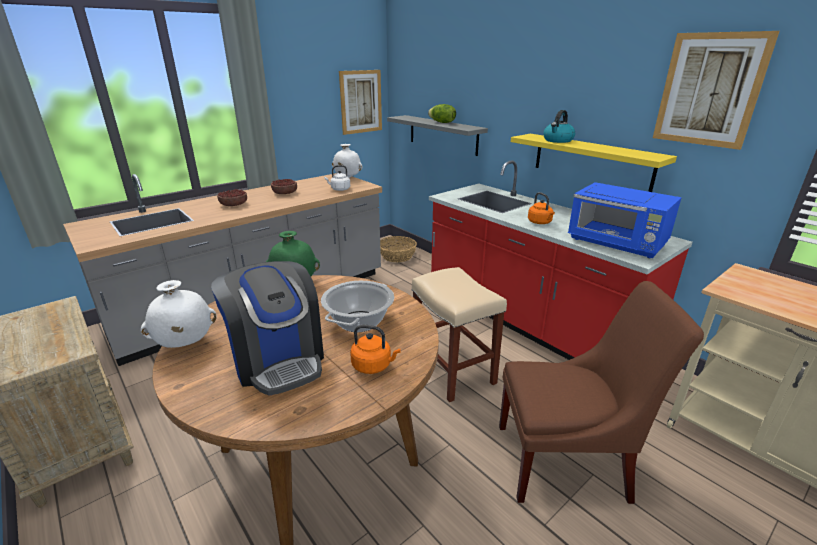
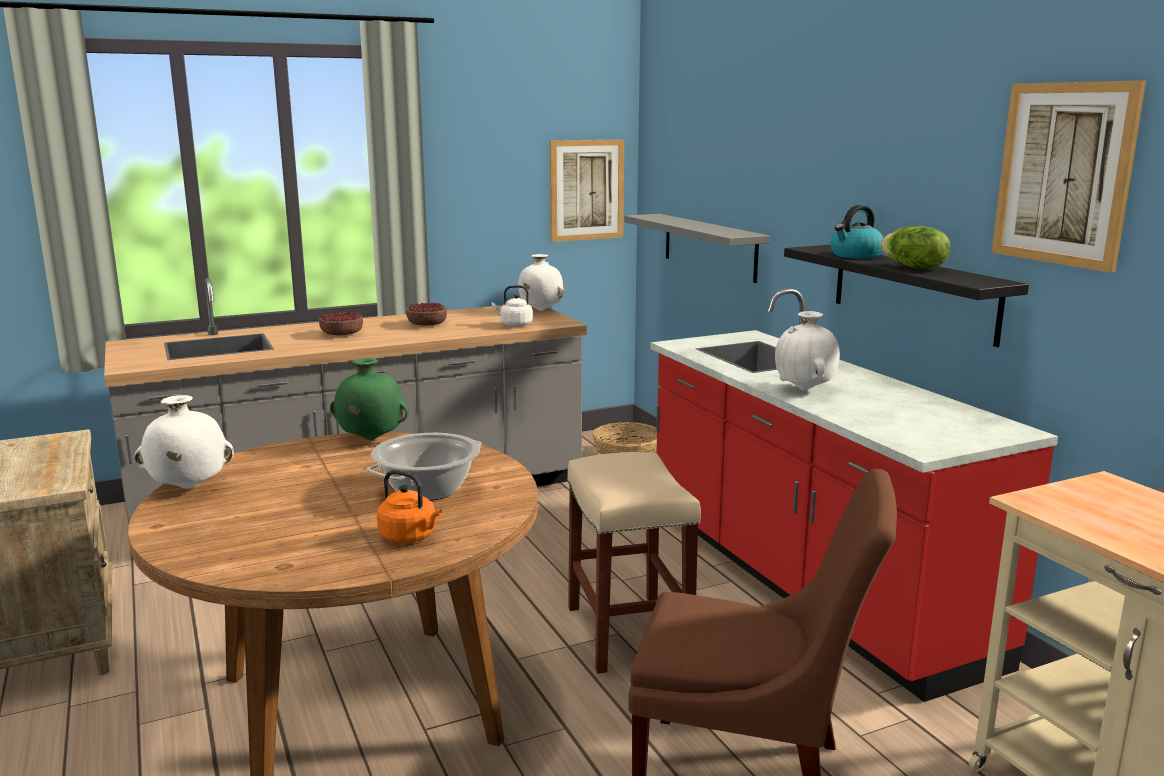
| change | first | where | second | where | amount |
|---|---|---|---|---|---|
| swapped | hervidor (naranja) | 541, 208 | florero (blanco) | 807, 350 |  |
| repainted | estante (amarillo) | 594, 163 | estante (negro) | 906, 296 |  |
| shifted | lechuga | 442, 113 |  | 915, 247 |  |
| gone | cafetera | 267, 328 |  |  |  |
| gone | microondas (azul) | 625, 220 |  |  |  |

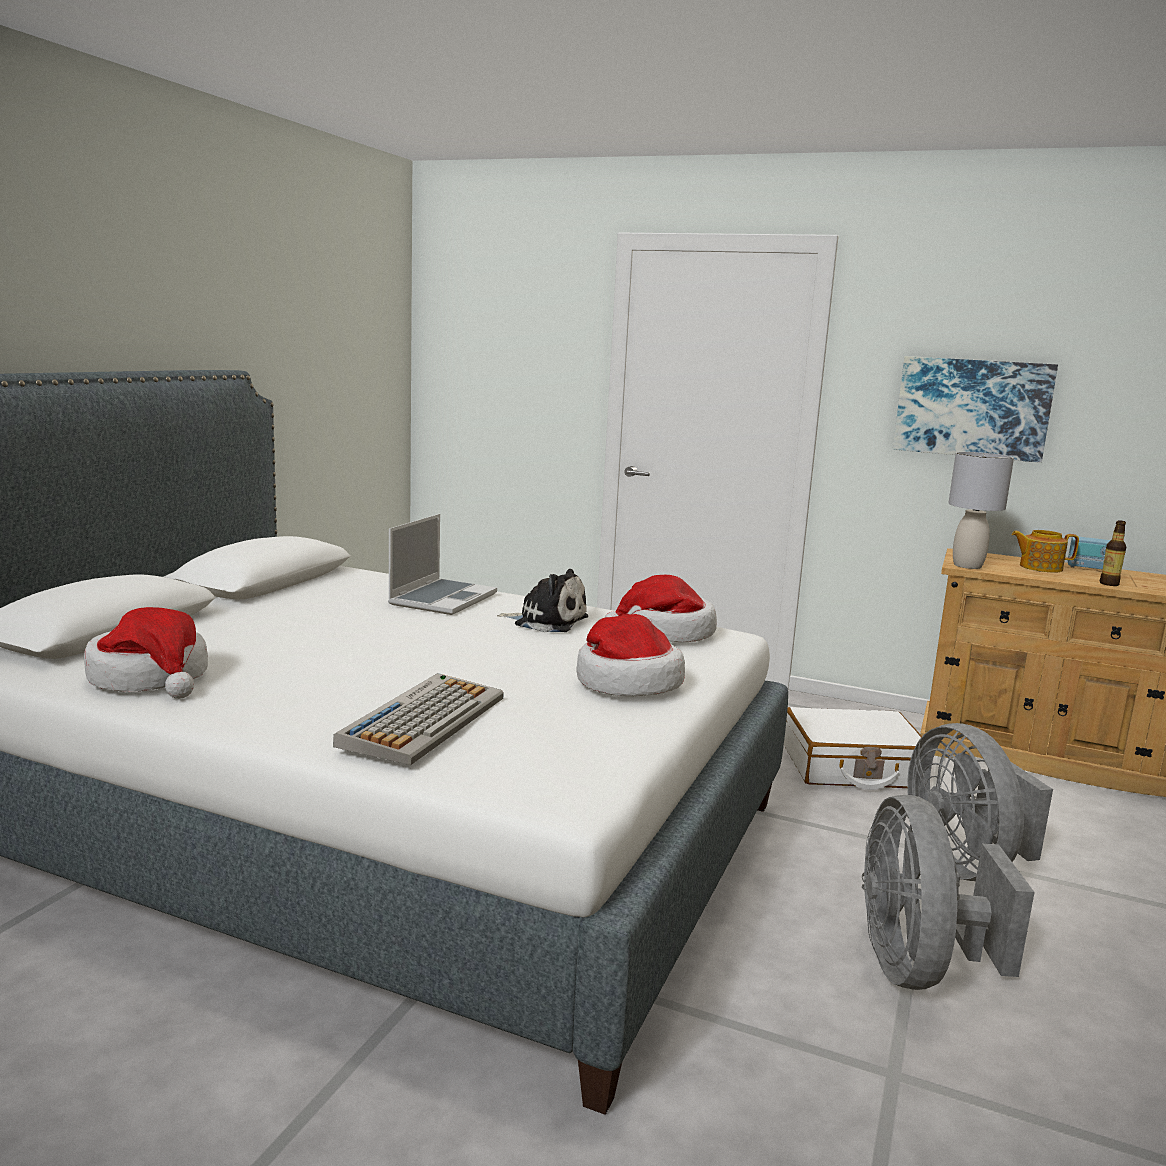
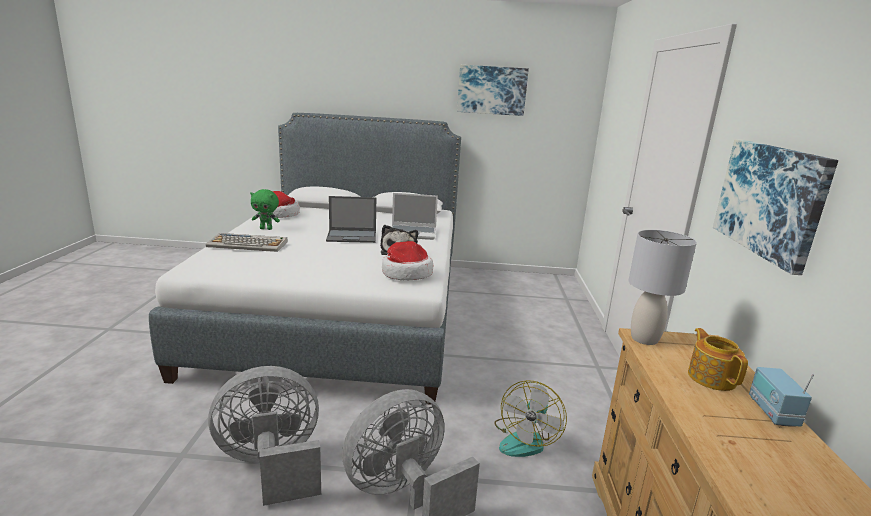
| change | first | where | second | where | amount |
|---|---|---|---|---|---|
| new |  |  | peluche (verde) | 265, 209 |  |
| new |  |  | portátil | 351, 219 |  |
| new |  |  | cuadro | 493, 90 |  |
| swapped | maleta (blanco) | 853, 748 | ventilador | 530, 418 |  |
| gone | sombrero | 630, 655 |  |  |  |
| gone | botella | 1113, 553 |  |  |  |

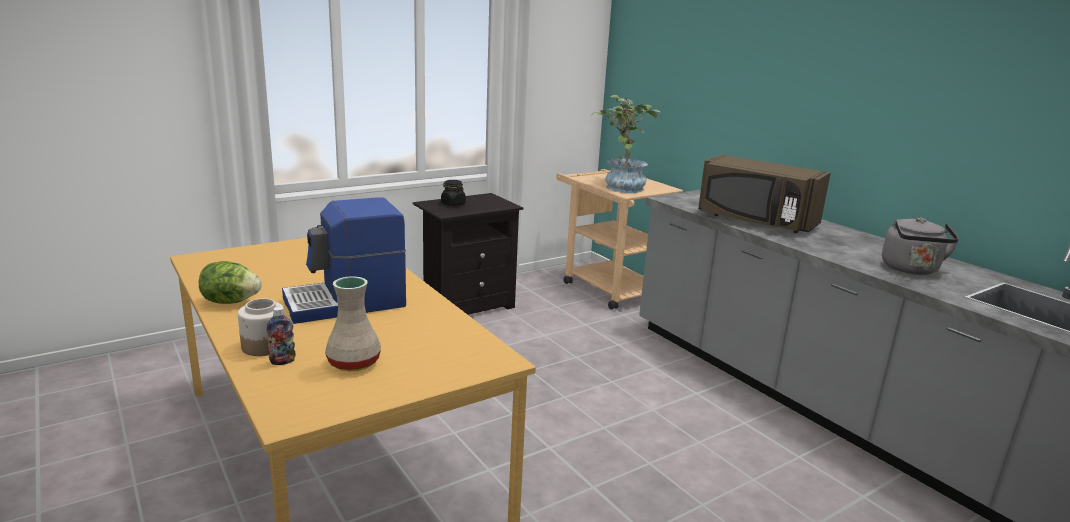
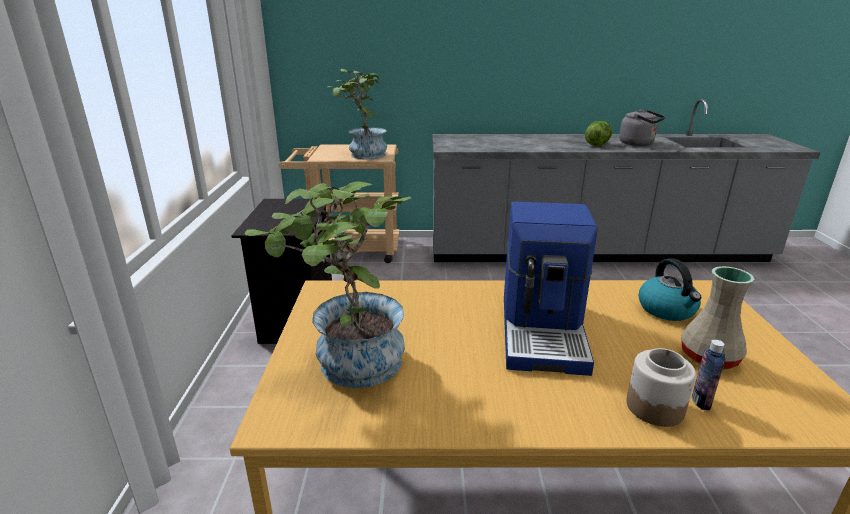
| change | first | where | second | where | amount |
|---|---|---|---|---|---|
| new |  |  | planta en maceta | 328, 284 |  |
| shifted | lechuga | 230, 282 |  | 598, 133 |  |
| new |  |  | hervidor | 670, 289 |  |
| gone | tarro (negro) | 453, 193 |  |  |  |
| gone | microondas (marrón) | 764, 194 |  |  |  |

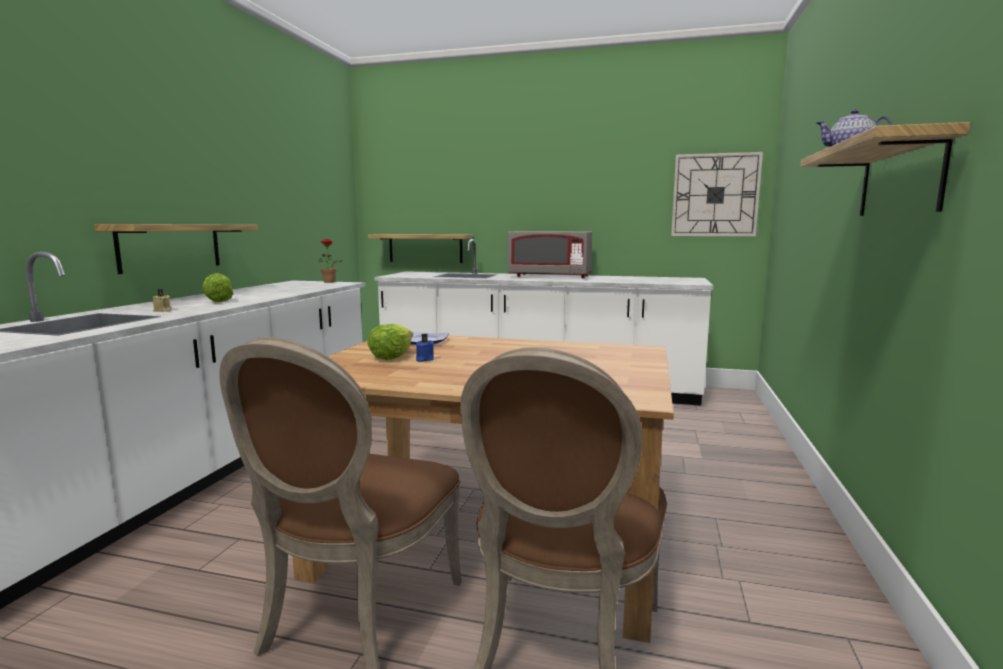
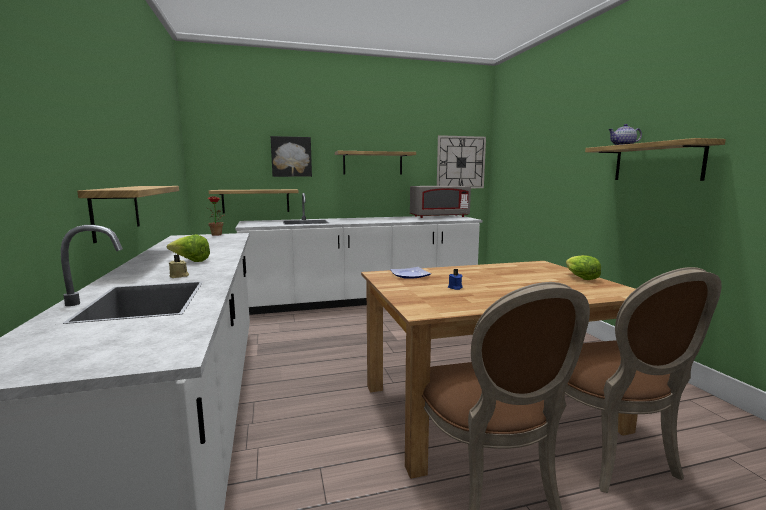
| change | first | where | second | where | amount |
|---|---|---|---|---|---|
| new |  |  | cuadro | 291, 156 |  |
| new |  |  | estante | 375, 163 |  |
| shifted | microondas (gris) | 549, 254 |  | 440, 202 |  |
| shifted | lechuga | 390, 342 |  | 583, 267 |  |

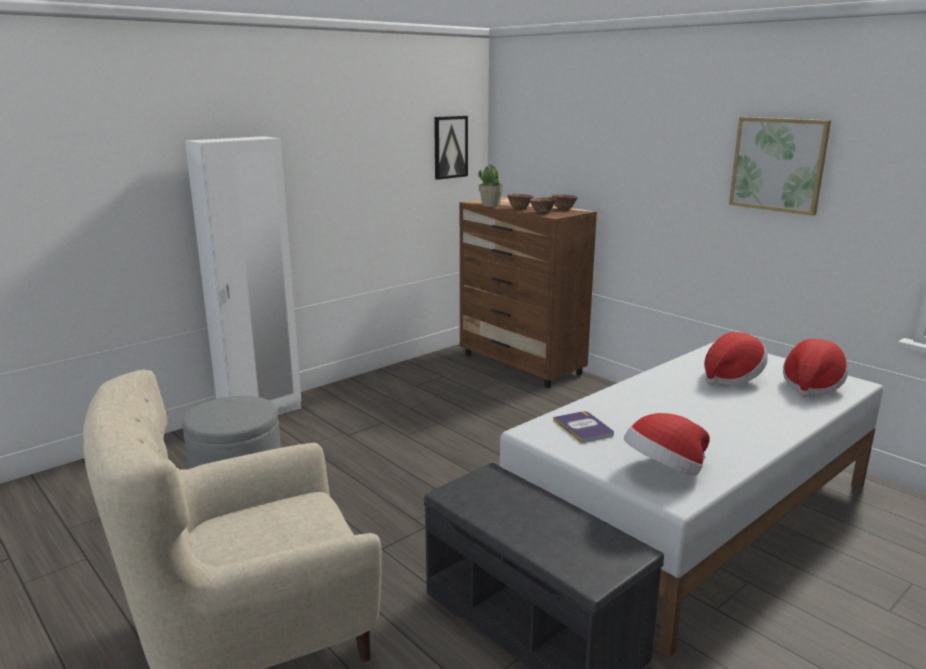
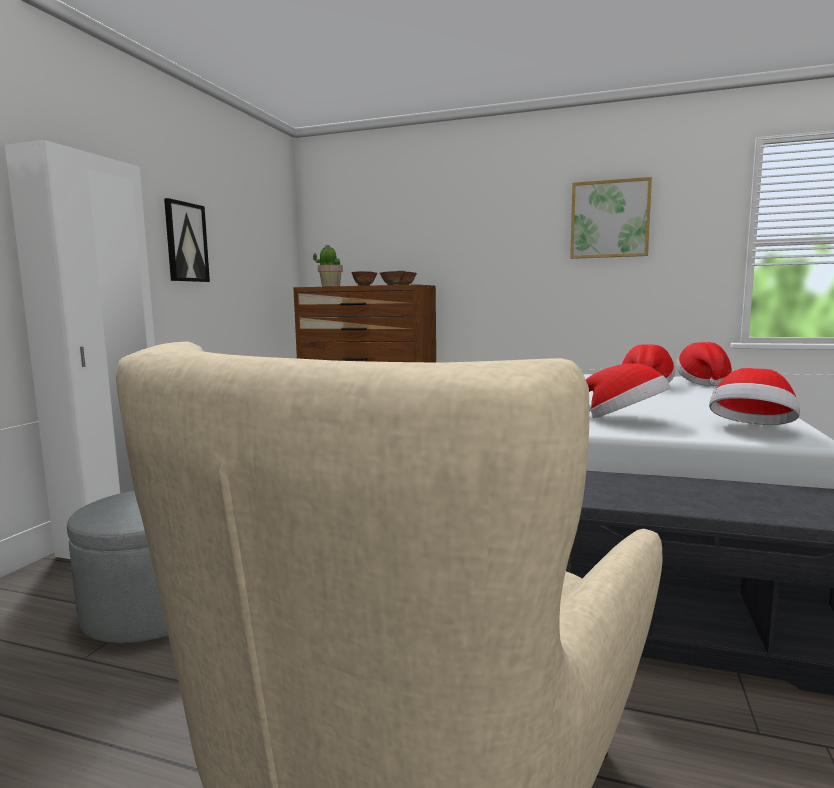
| change | first | where | second | where | amount |
|---|---|---|---|---|---|
| shifted | cuadro | 451, 148 |  | 187, 240 |  |
| swapped | libro | 583, 427 | sombrero | 627, 390 |  |

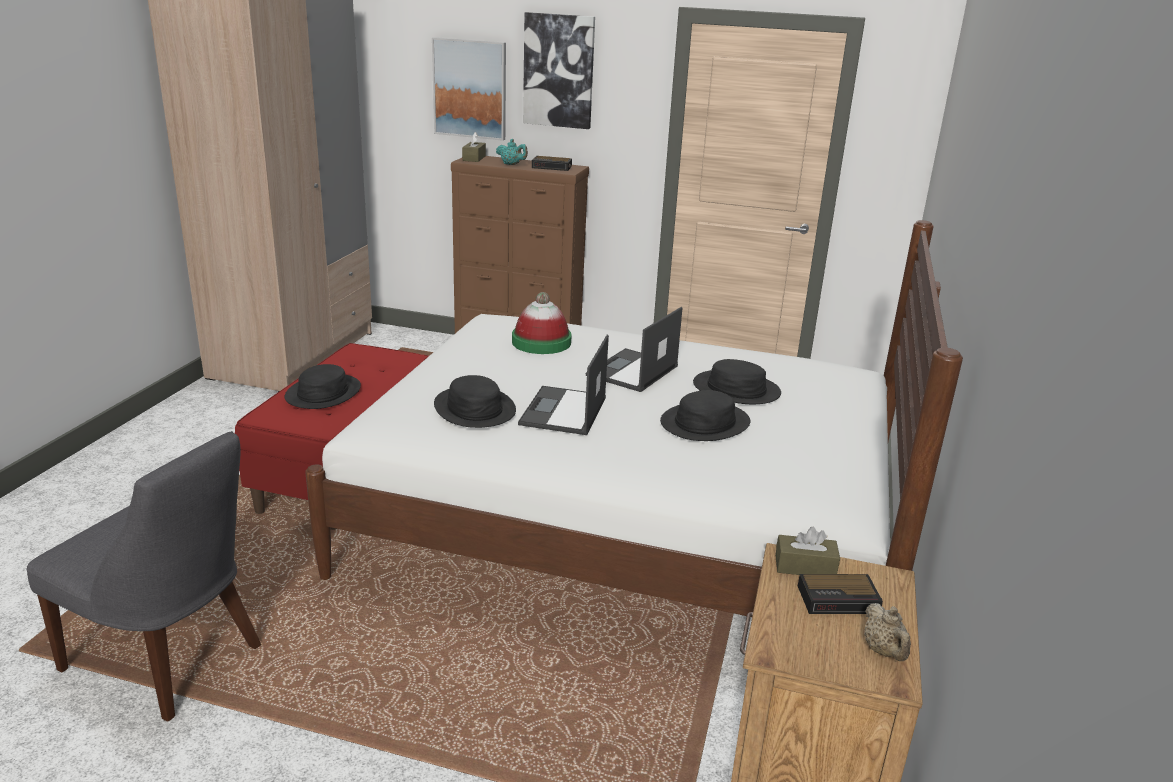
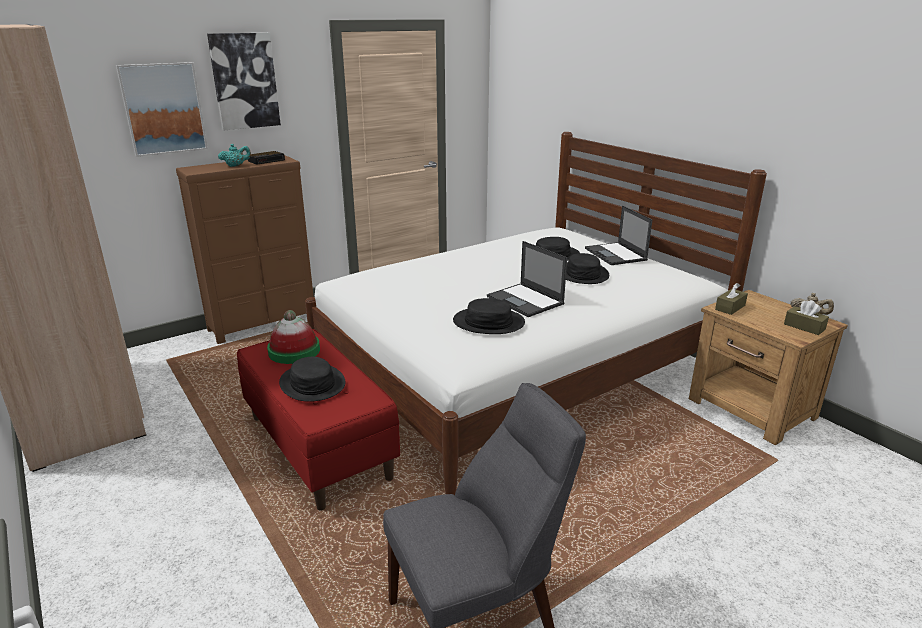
| change | first | where | second | where | amount |
|---|---|---|---|---|---|
| shifted | sombrero | 542, 323 |  | 293, 337 |  |
| shifted | portátil | 634, 349 |  | 618, 235 |  |
| shifted | caja de pañuelos (marrón) | 474, 147 |  | 806, 317 |  |
| gone | despertador | 840, 594 |  |  |  |

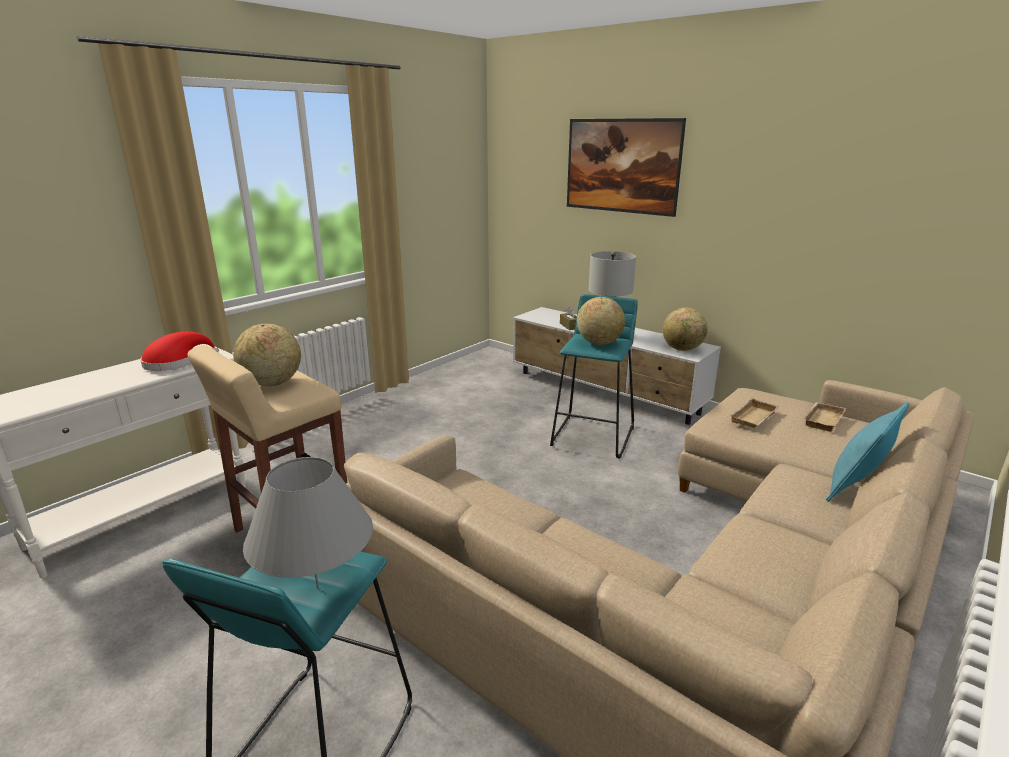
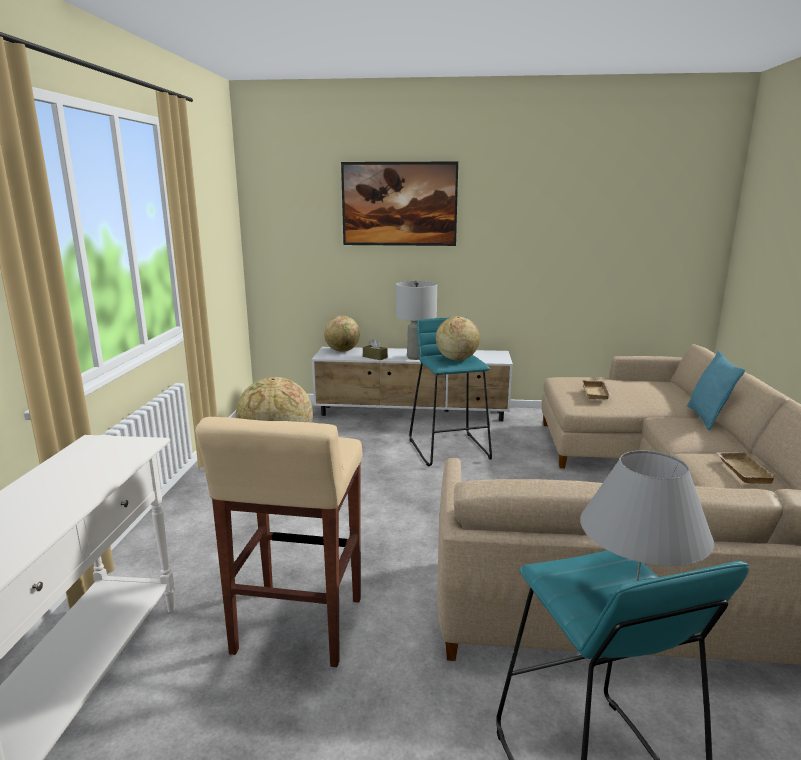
| change | first | where | second | where | amount |
|---|---|---|---|---|---|
| shifted | globo terráqueo | 685, 329 |  | 342, 334 |  |
| shifted | bandeja (beis) | 825, 417 |  | 747, 468 |  |
| gone | sombrero (rojo) | 179, 351 |  |  |  |

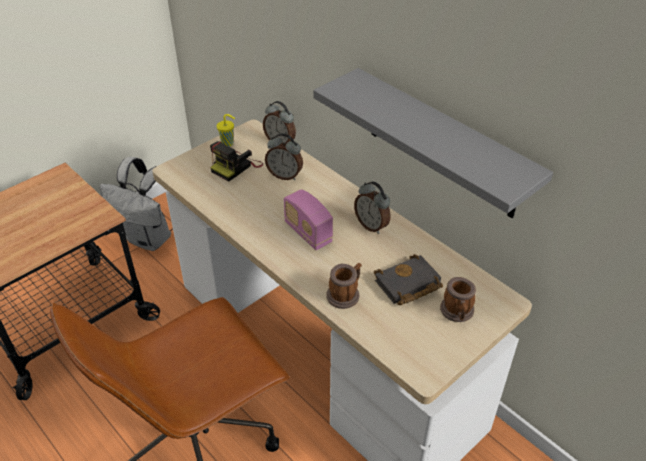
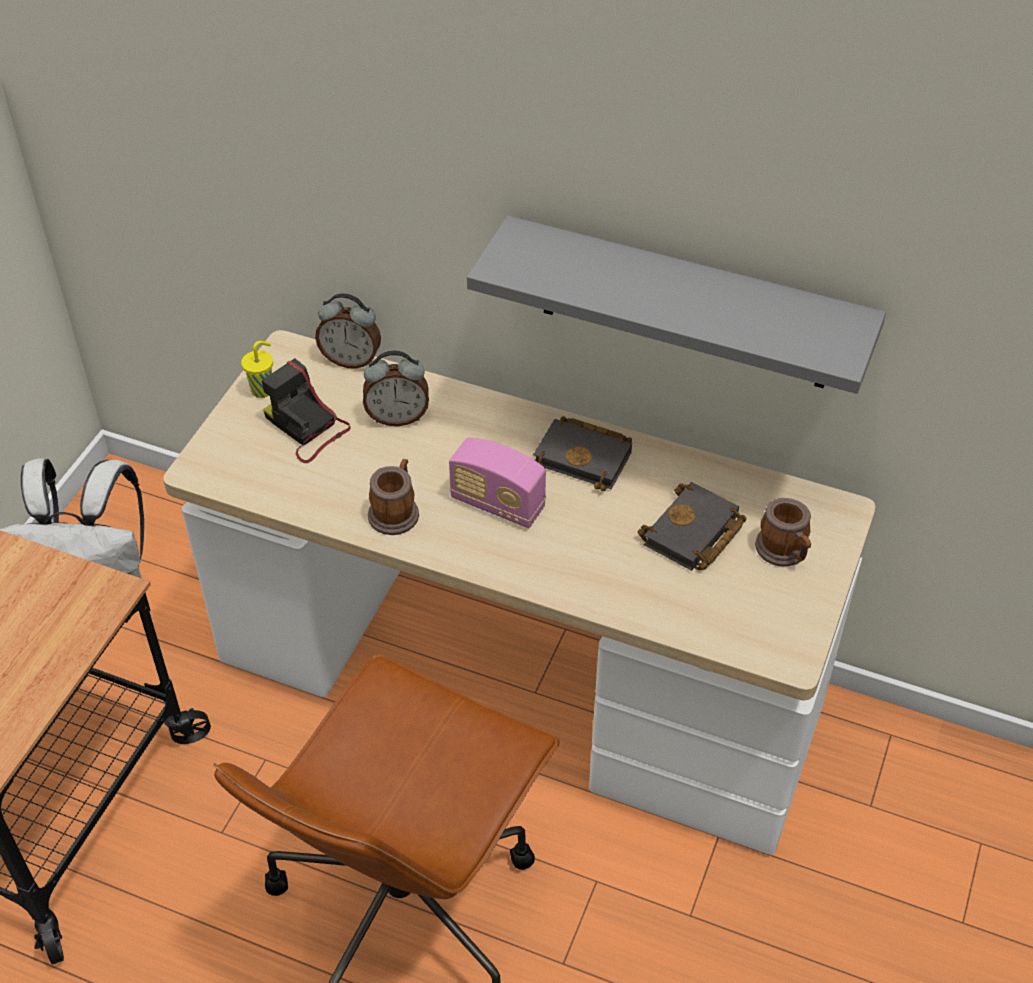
| change | first | where | second | where | amount |
|---|---|---|---|---|---|
| rotated | cámara | 236, 161 |  | 306, 410 | 120 degrees clockwise |
| shifted | taza grande | 344, 286 |  | 393, 497 |  |
| swapped | despertador | 372, 207 | libro (negro) | 582, 453 |  |

